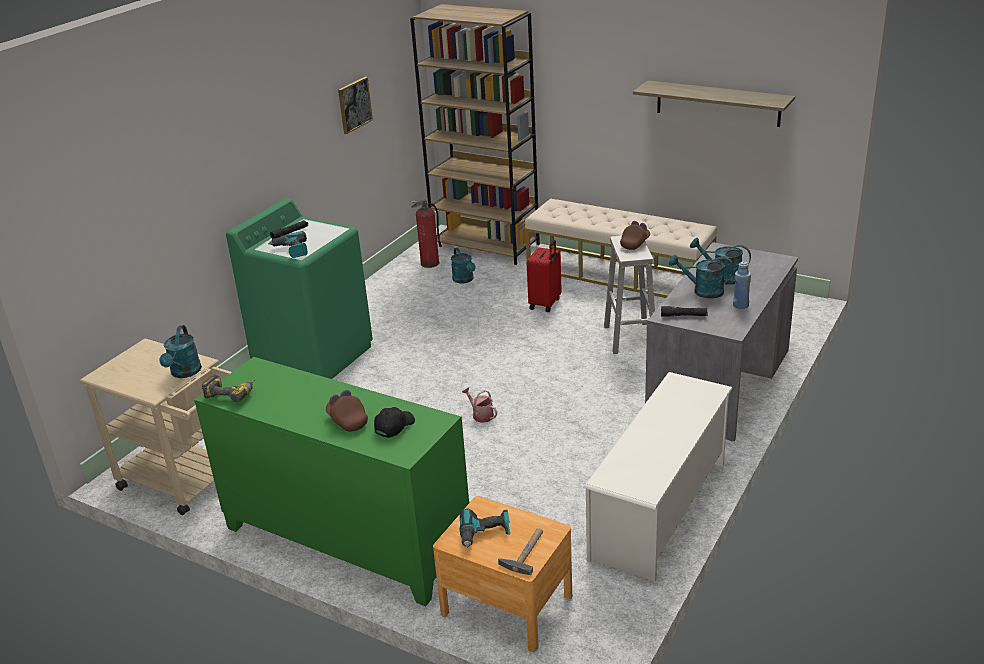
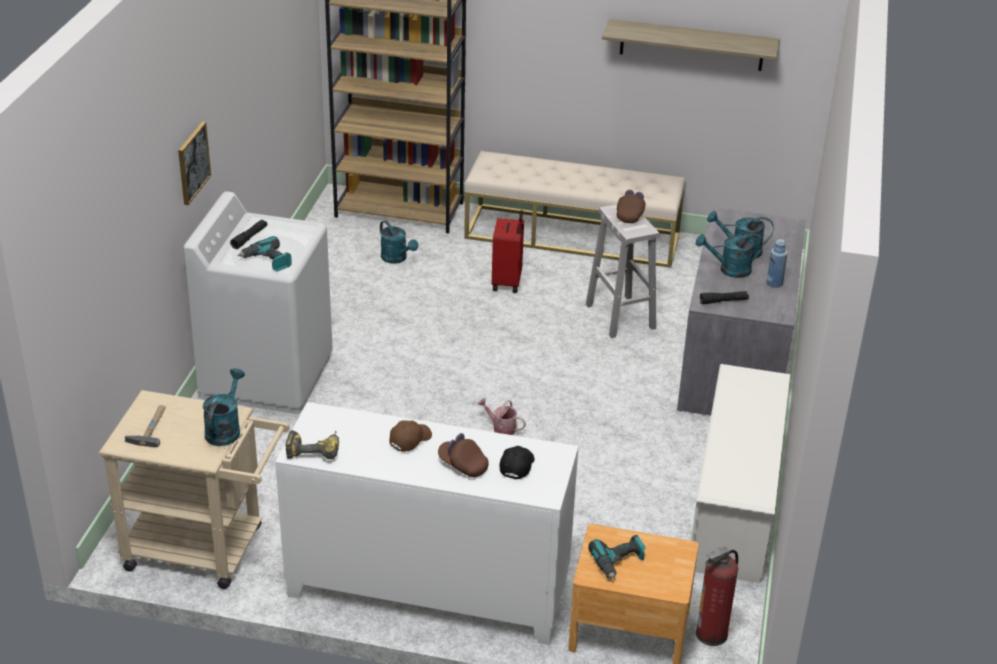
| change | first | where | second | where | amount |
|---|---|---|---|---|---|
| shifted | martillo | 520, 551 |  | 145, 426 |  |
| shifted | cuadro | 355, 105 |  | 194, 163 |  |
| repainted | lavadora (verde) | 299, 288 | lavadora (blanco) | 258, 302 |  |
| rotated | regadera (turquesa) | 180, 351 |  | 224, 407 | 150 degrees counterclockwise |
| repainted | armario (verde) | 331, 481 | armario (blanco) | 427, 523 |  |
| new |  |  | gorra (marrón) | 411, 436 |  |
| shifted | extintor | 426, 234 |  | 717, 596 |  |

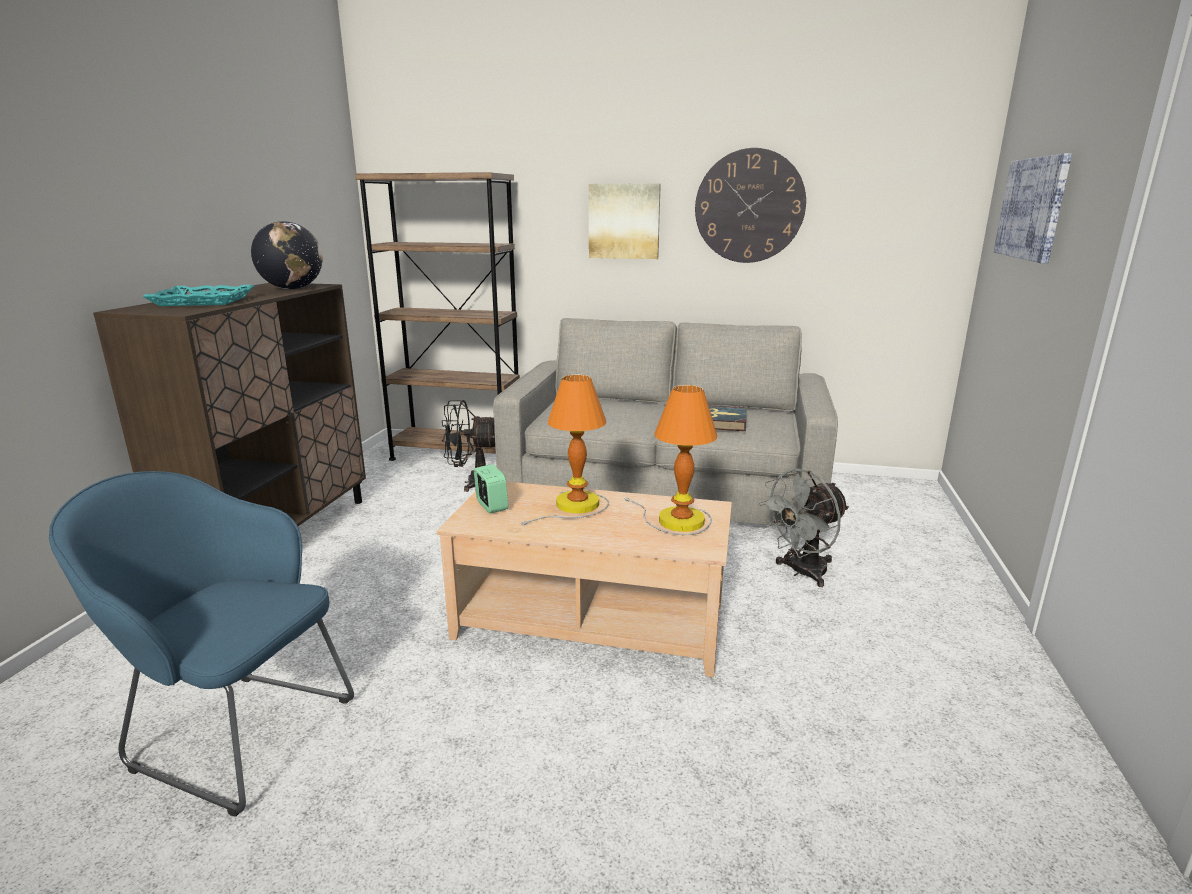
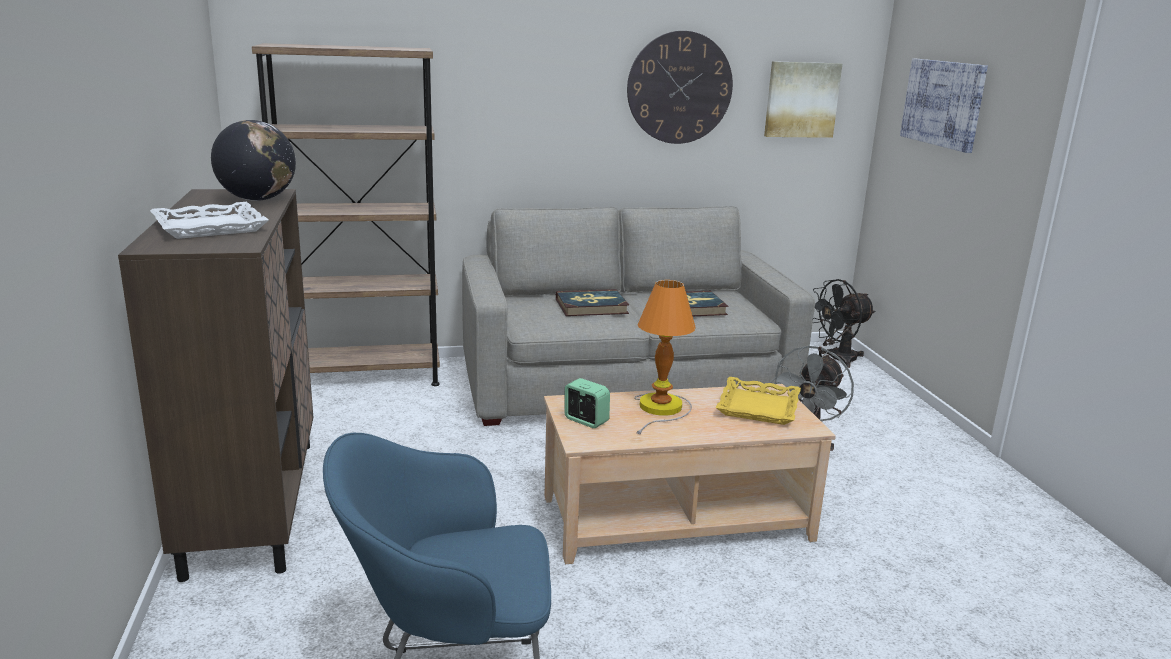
| change | first | where | second | where | amount |
|---|---|---|---|---|---|
| repainted | bandeja (turquesa) | 198, 295 | bandeja (blanco) | 209, 220 |  |
| new |  |  | libro | 592, 302 |  |
| swapped | lámpara de mesa | 671, 460 | bandeja (amarillo) | 758, 401 |  |
| shifted | cuadro | 625, 221 |  | 803, 99 |  |
| shifted | ventilador (negro) | 468, 446 |  | 844, 323 |  |

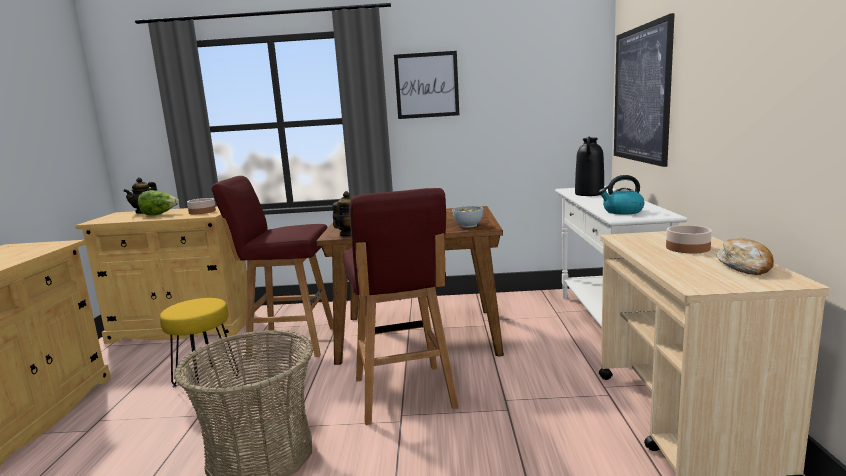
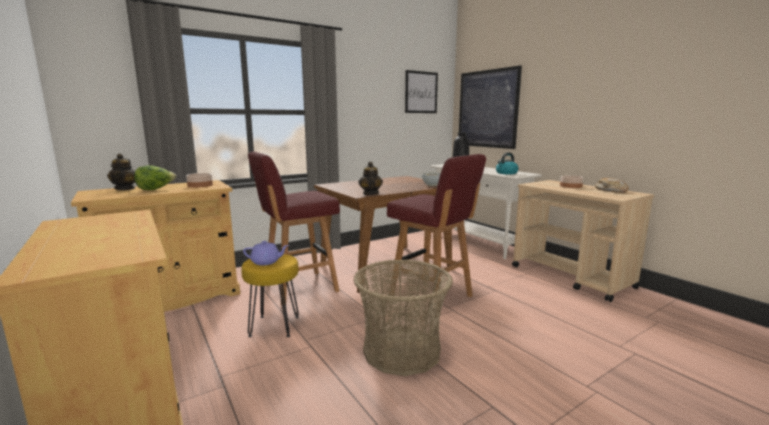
| change | first | where | second | where | amount |
|---|---|---|---|---|---|
| new |  |  | tetera (morado) | 266, 253 |  |
| shifted | cuadro | 426, 85 |  | 421, 91 |  |

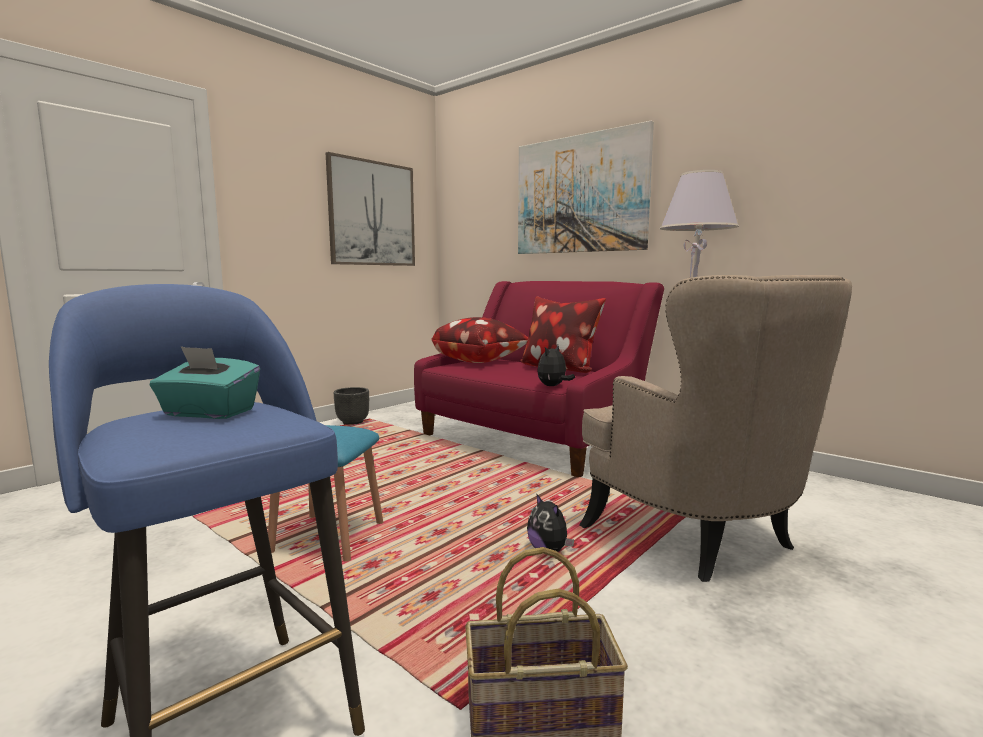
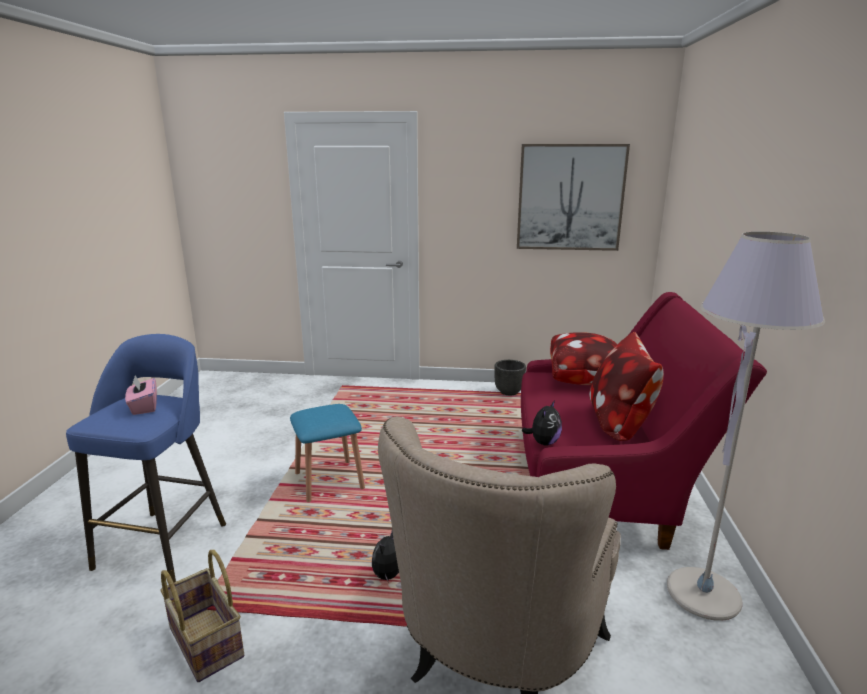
| change | first | where | second | where | amount |
|---|---|---|---|---|---|
| repainted | caja de pañuelos (turquesa) | 205, 382 | caja de pañuelos (rosa) | 141, 395 |  |
| rotated | peluche | 556, 365 |  | 542, 423 | 120 degrees clockwise |
| gone | cuadro | 586, 187 |  |  |  |

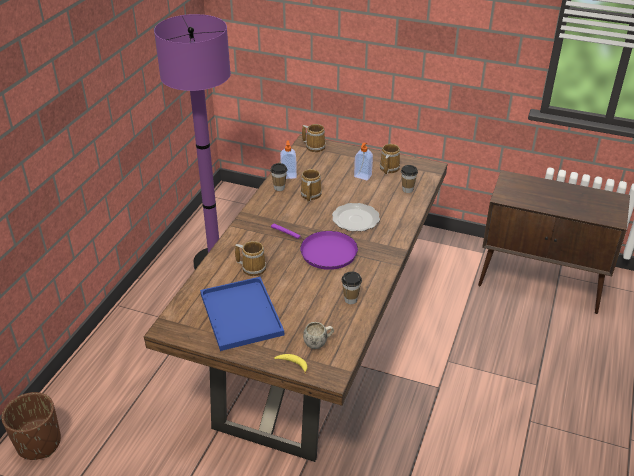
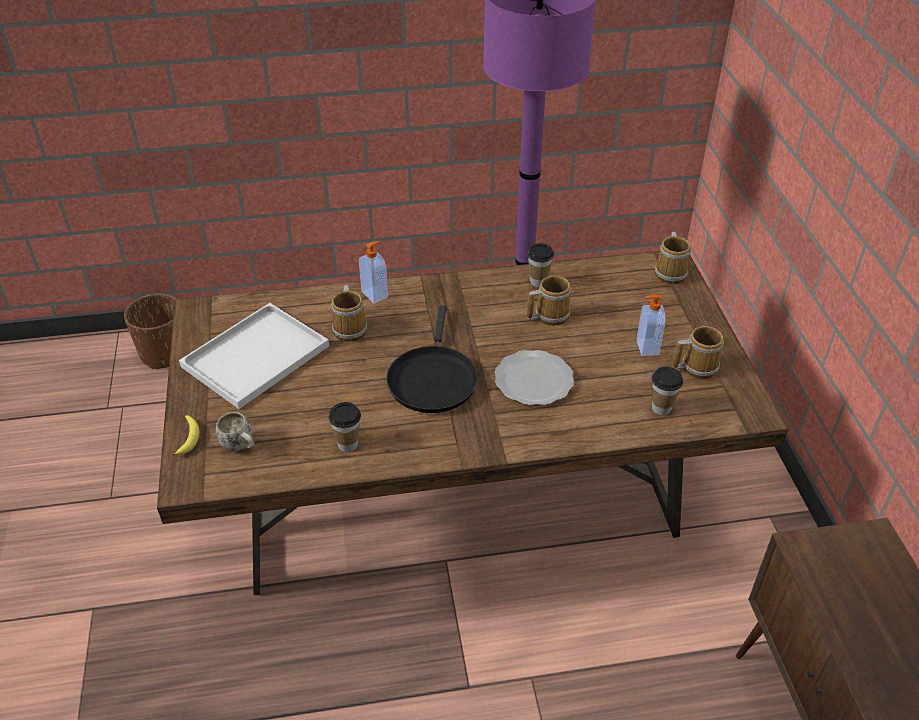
| change | first | where | second | where | amount |
|---|---|---|---|---|---|
| repainted | bandeja (azul) | 242, 314 | bandeja (blanco) | 254, 356 |  |
| shifted | dispensador de jabón | 288, 159 |  | 373, 272 |  |
| repainted | sartén (morado) | 314, 246 | sartén (negro) | 432, 359 |  |

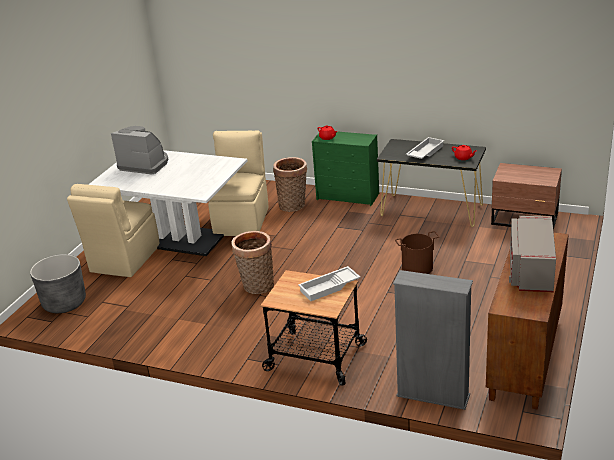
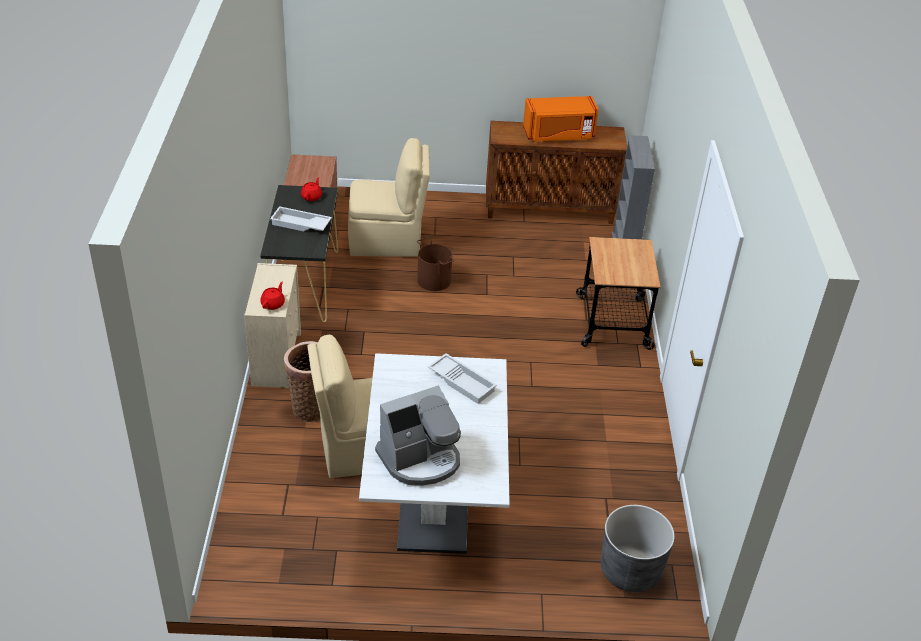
| change | first | where | second | where | amount |
|---|---|---|---|---|---|
| repainted | cómoda (verde) | 345, 169 | cómoda (beis) | 272, 325 |  |
| shifted | silla (beis) | 113, 230 |  | 389, 197 |  |
| rotated | cafetera | 139, 150 |  | 418, 436 | 120 degrees counterclockwise |
| shifted | bandeja (blanco) | 329, 283 |  | 462, 378 |  |
| repainted | microondas (gris) | 532, 254 | microondas (naranja) | 560, 119 |  |
| gone | cesta | 252, 262 |  |  |  |

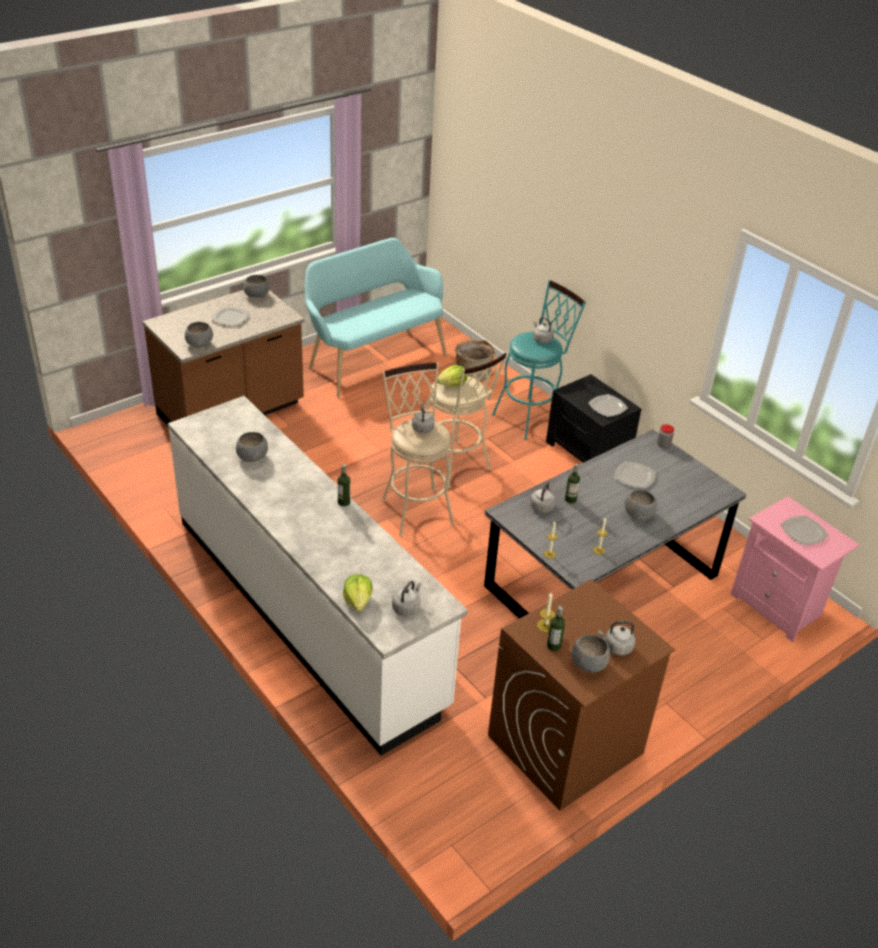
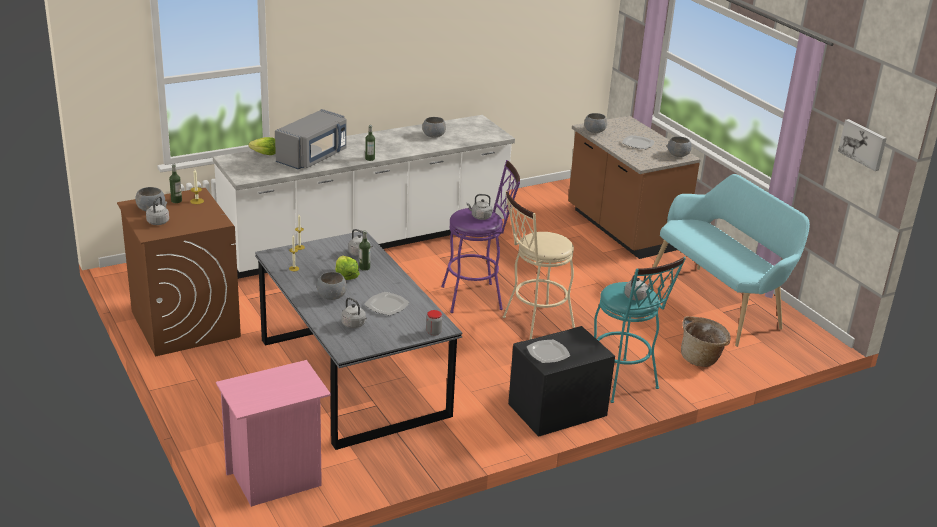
| change | first | where | second | where | amount |
|---|---|---|---|---|---|
| new |  |  | microondas (gris) | 310, 139 |  |
| shifted | lechuga | 452, 375 |  | 347, 268 |  |
| shifted | hervidor (gris) | 406, 598 |  | 354, 312 |  |
| repainted | taburete (beis) | 418, 449 | taburete (morado) | 480, 236 |  |
| new |  |  | cuadro | 862, 145 |  |
| gone | plato | 805, 530 |  |  |  |

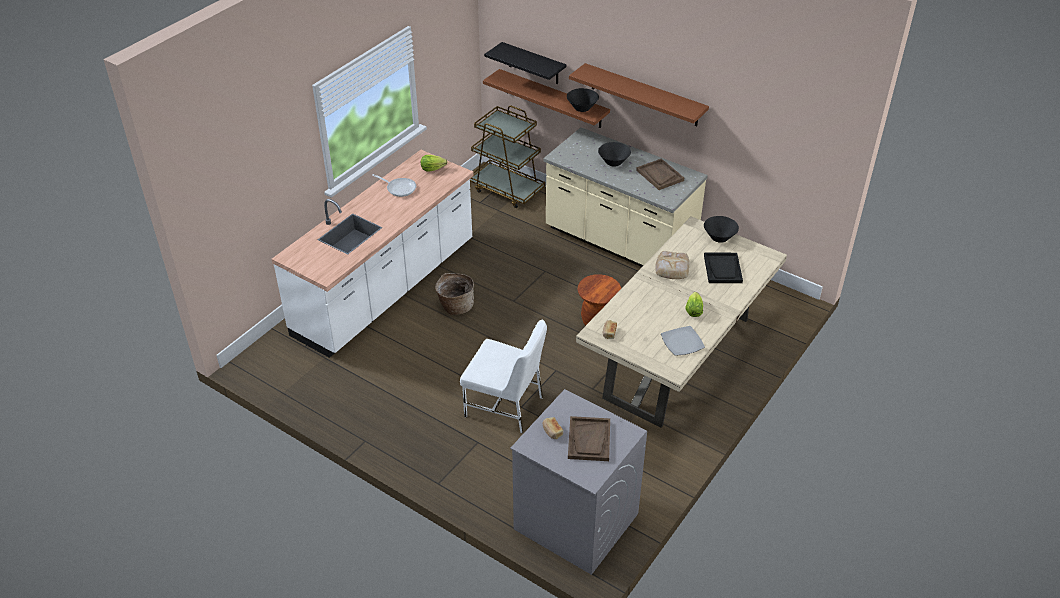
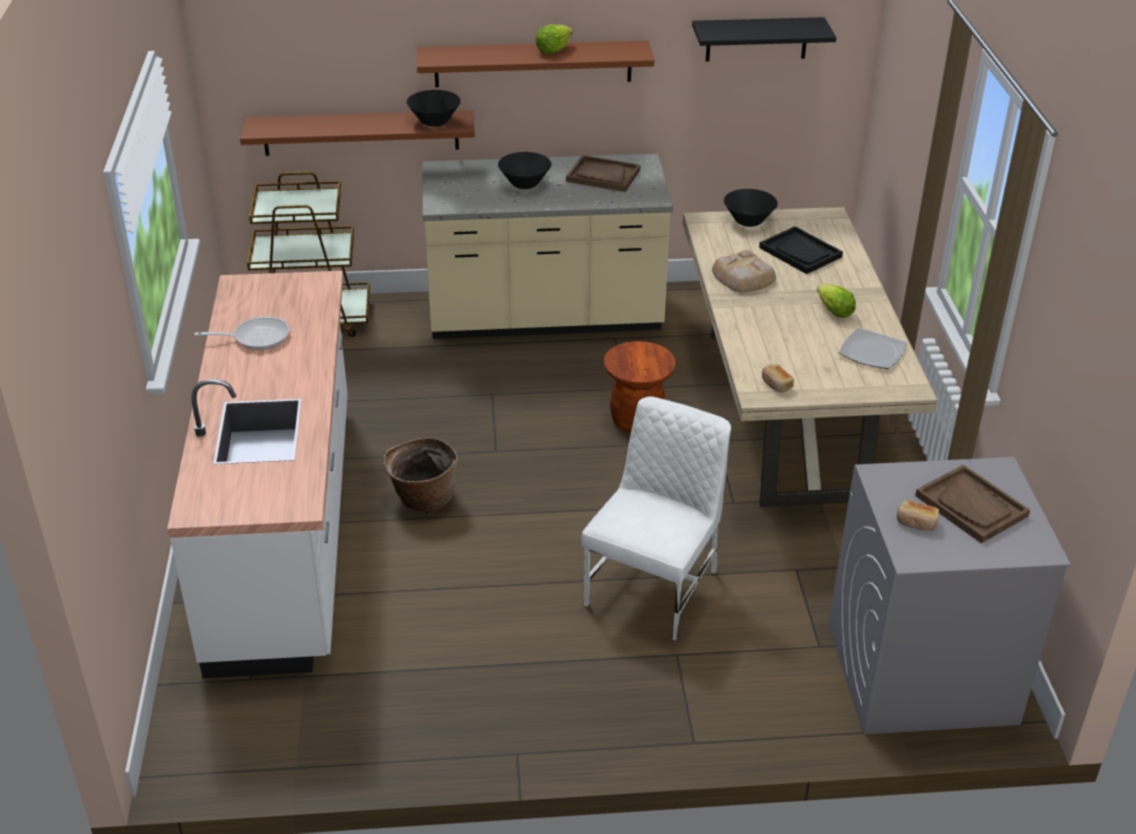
| change | first | where | second | where | amount |
|---|---|---|---|---|---|
| shifted | lechuga | 434, 163 |  | 554, 39 |  |
| rotated | silla (blanco) | 503, 376 |  | 656, 518 | 45 degrees counterclockwise |
| shifted | estante (negro) | 525, 63 |  | 764, 39 |  |

